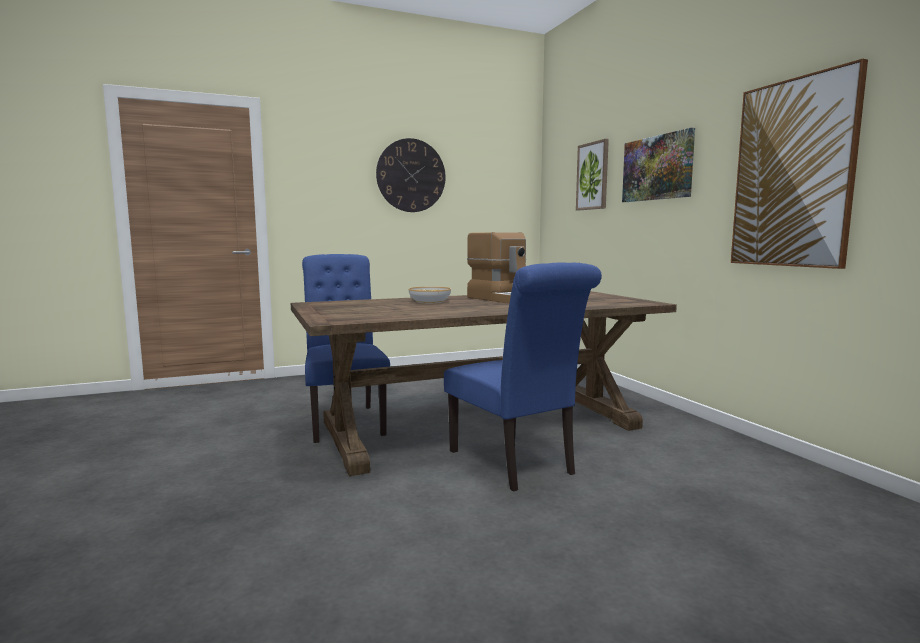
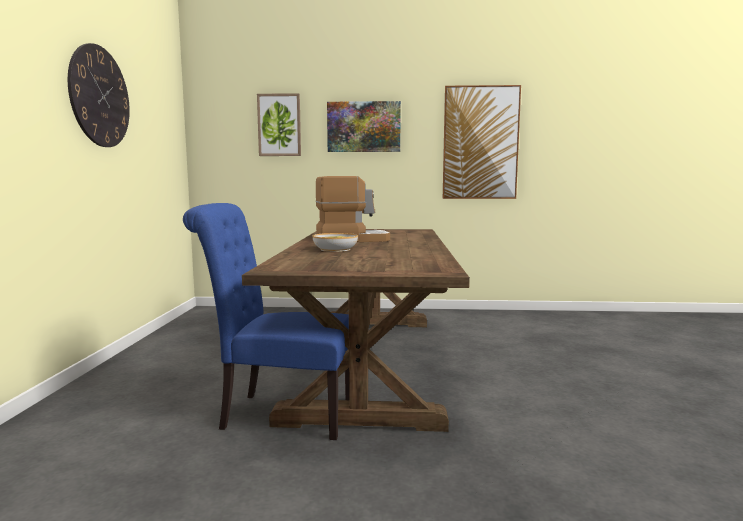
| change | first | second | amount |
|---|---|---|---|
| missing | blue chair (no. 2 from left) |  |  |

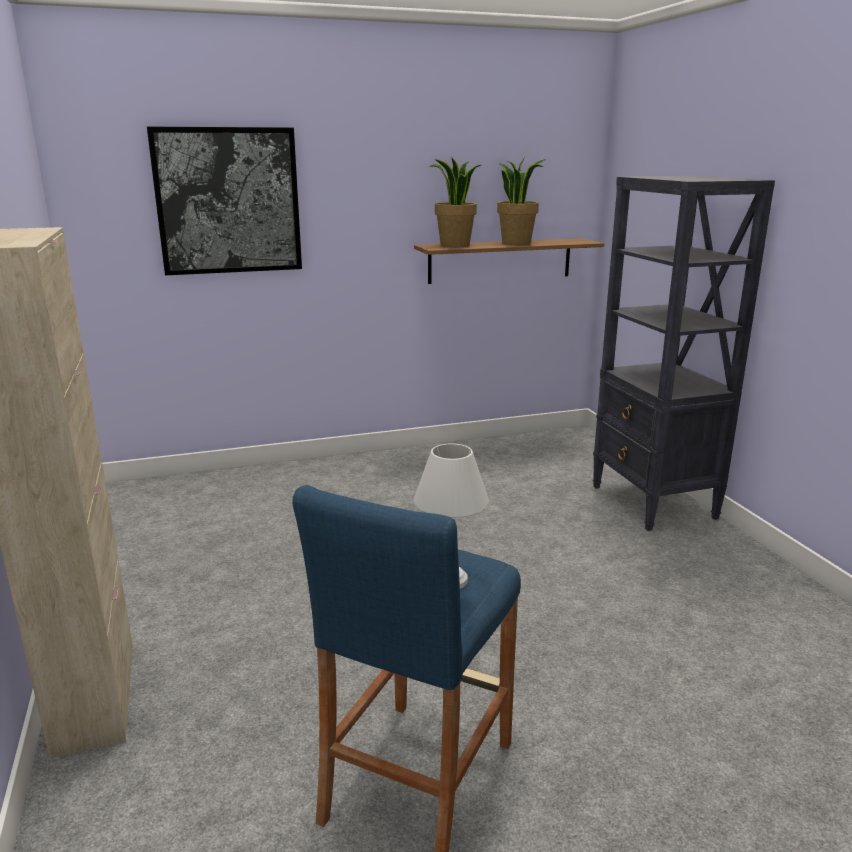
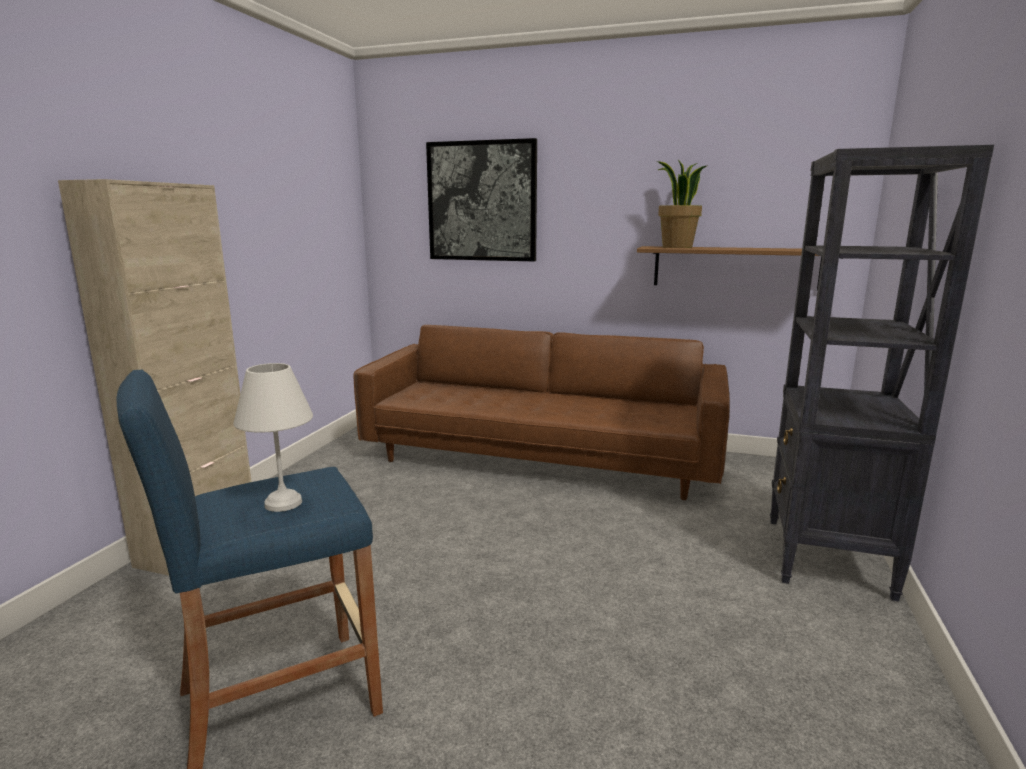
| change | first | second | amount |
|---|---|---|---|
| missing | potted plant (no. 2 from left) |  |  |
| appeared |  | brown sofa |  |

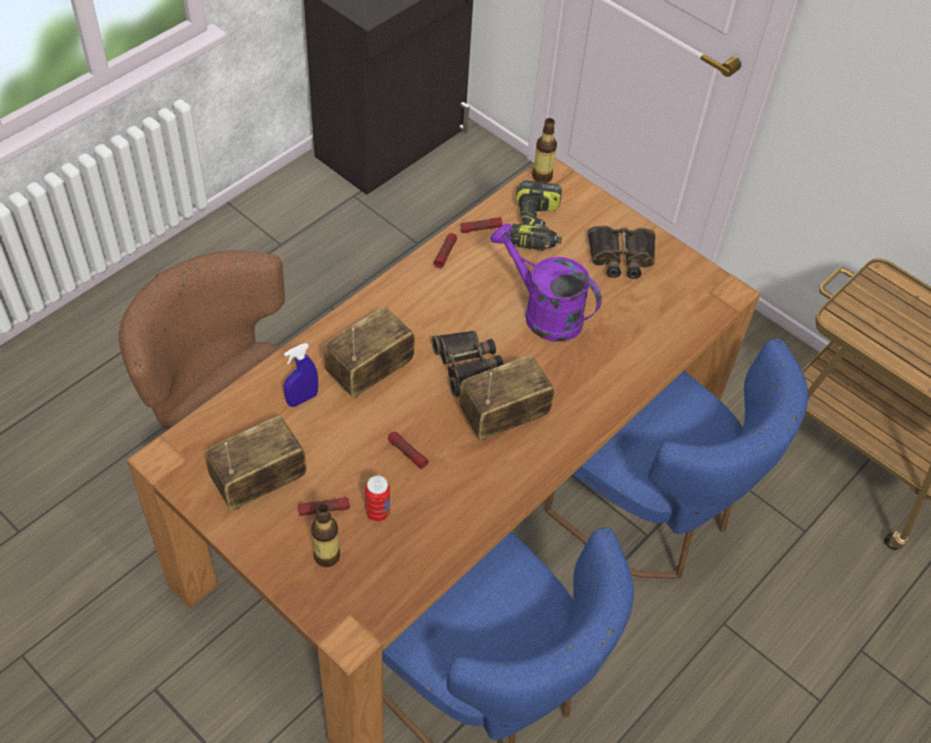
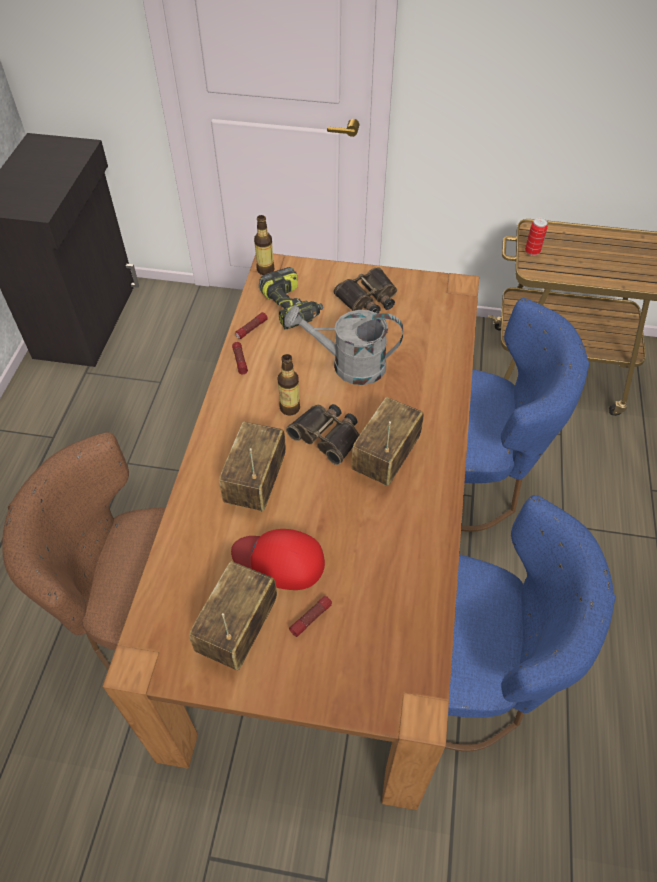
| change | first | second | amount |
|---|---|---|---|
| missing | blue spray bottle |  |  |
| missing | flashlight (no. 2 from left) |  |  |
| appeared |  | red cap |  |
| relocated | bottle (no. 1 from left in the first image) | bottle (no. 2 from left) |  |
| relocated | can |  |  |
| colour | purple watering can | grey watering can |  |

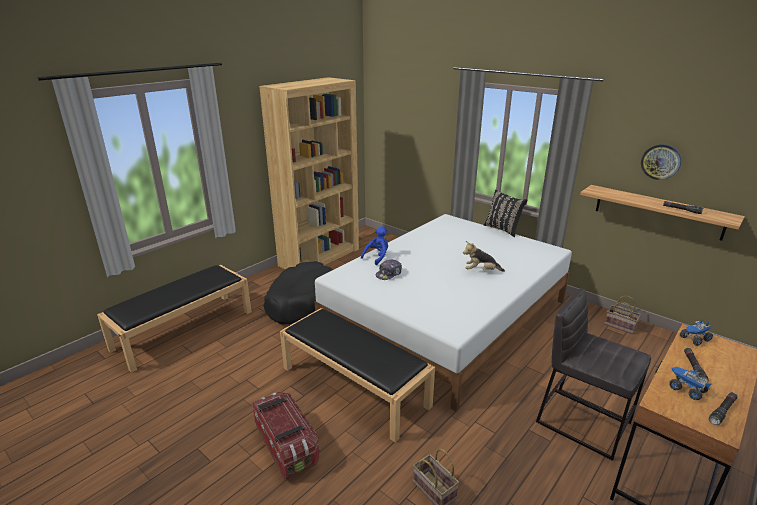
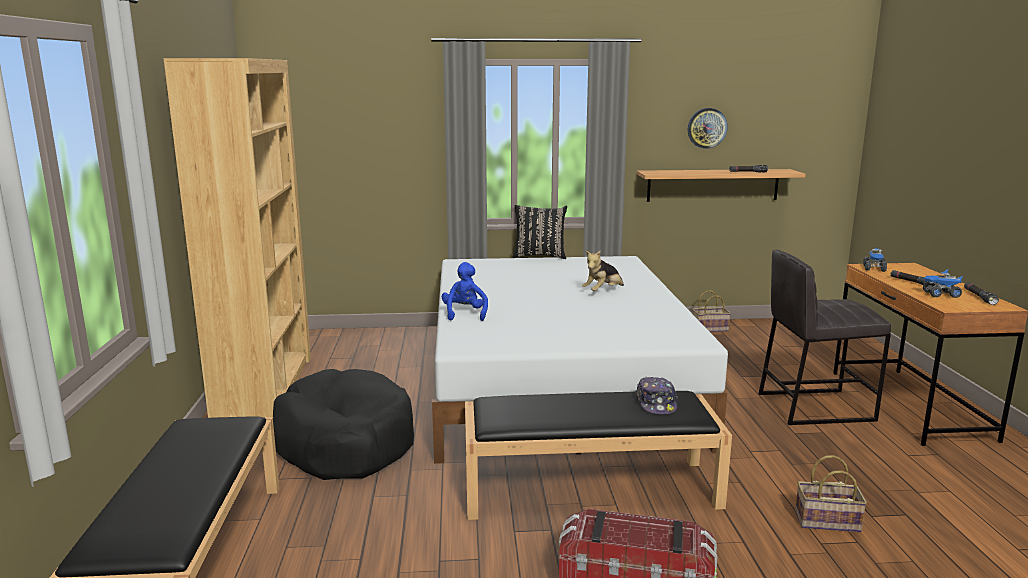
| change | first | second | amount |
|---|---|---|---|
| relocated | cap |  |  |

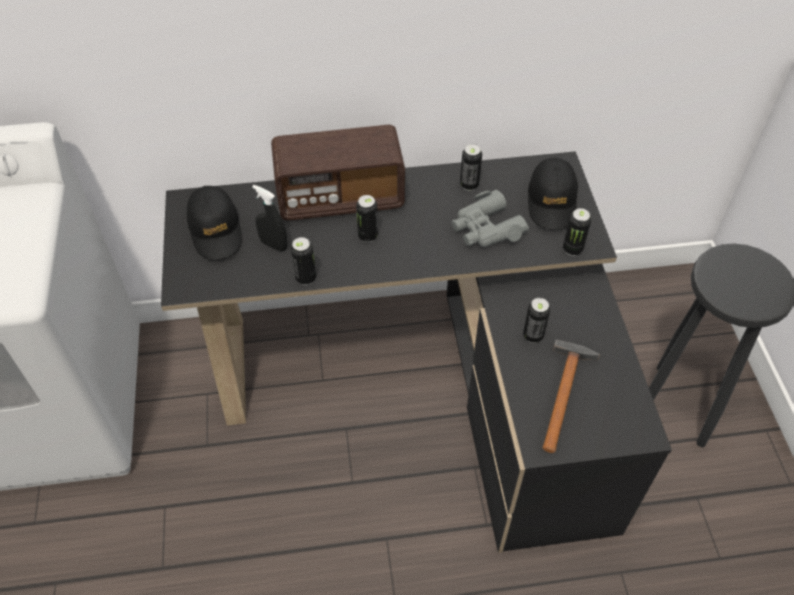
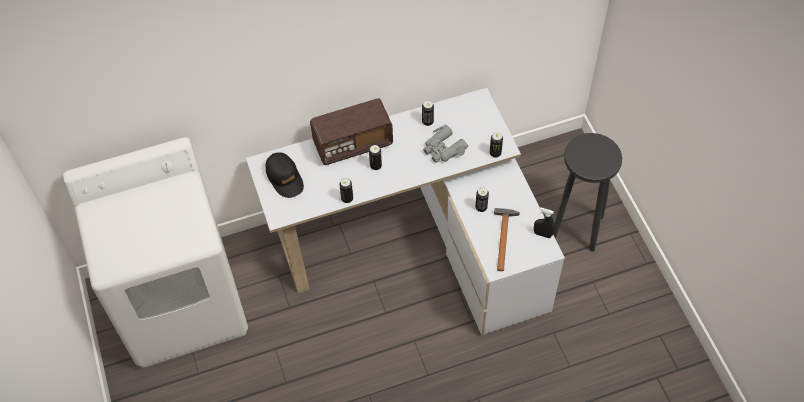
| change | first | second | amount |
|---|---|---|---|
| missing | black cap (no. 2 from left) |  |  |
| relocated | black spray bottle |  |  |
| colour | black desk | white desk |  |

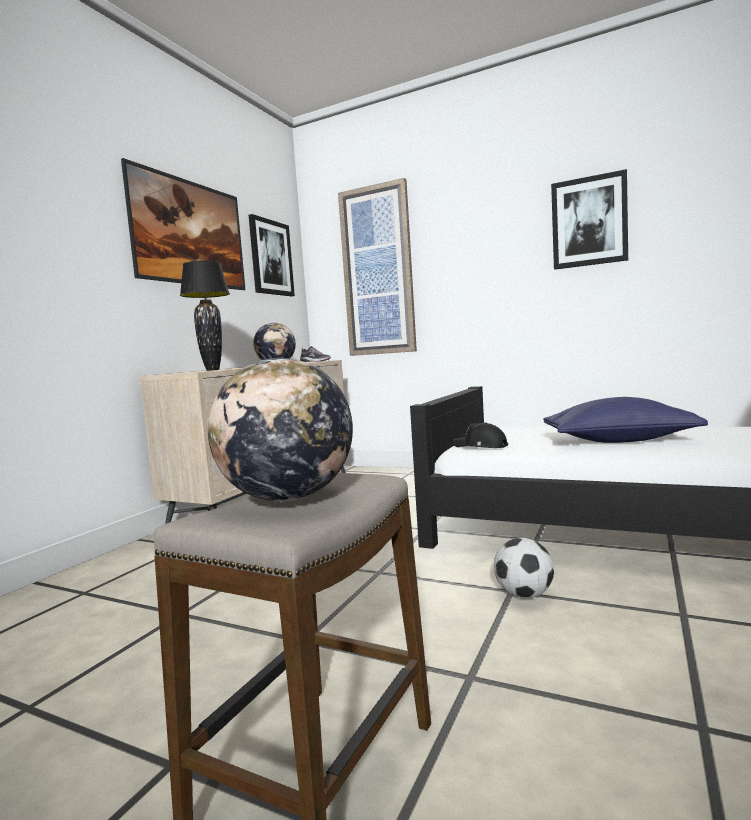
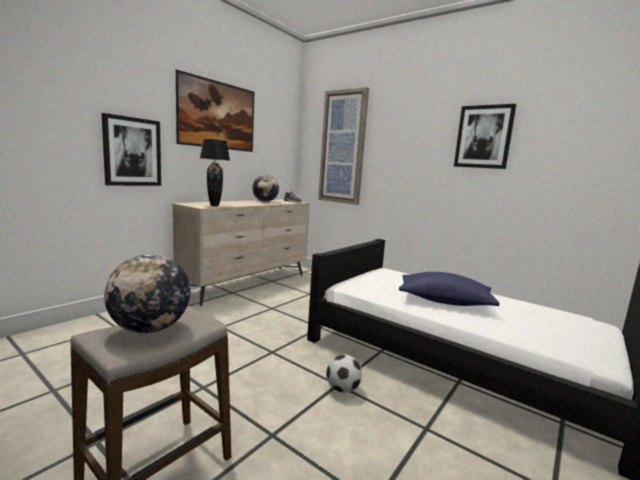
| change | first | second | amount |
|---|---|---|---|
| missing | black cap |  |  |
| relocated | picture (no. 2 from left in the first image) | picture (no. 1 from left) |  |

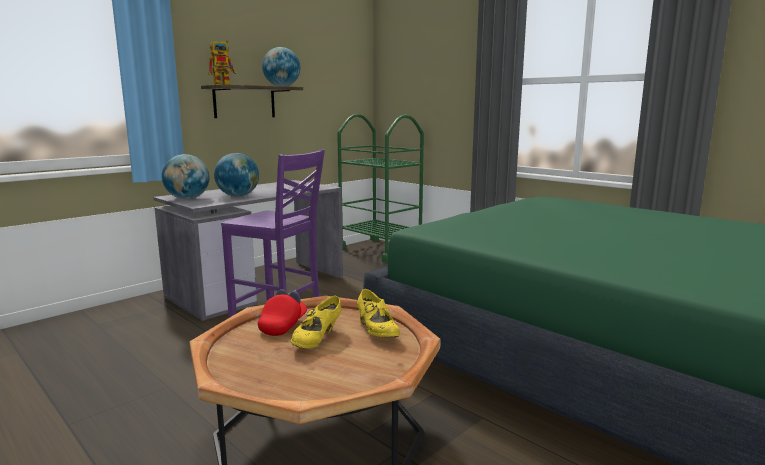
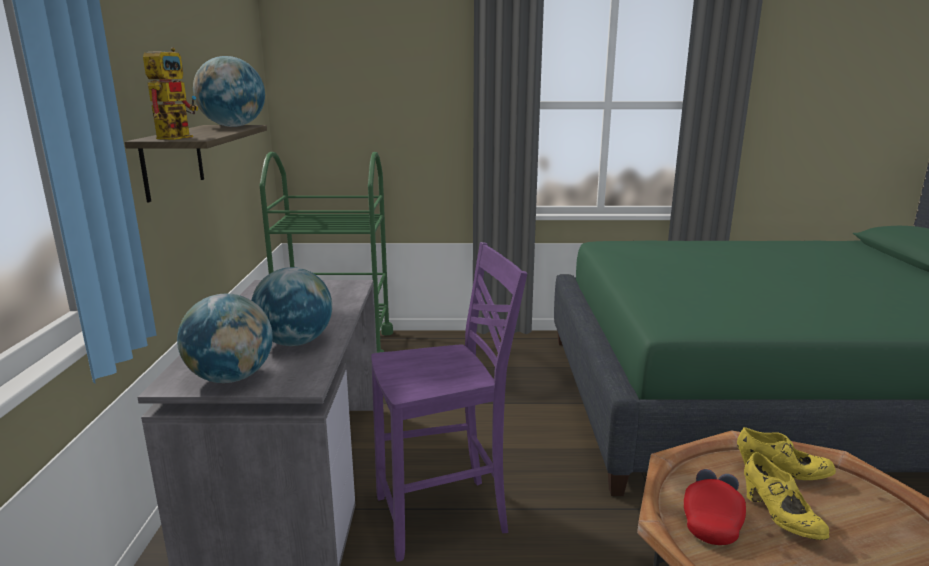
| change | first | second | amount |
|---|---|---|---|
| spun | red cap |  | 45 degrees clockwise |

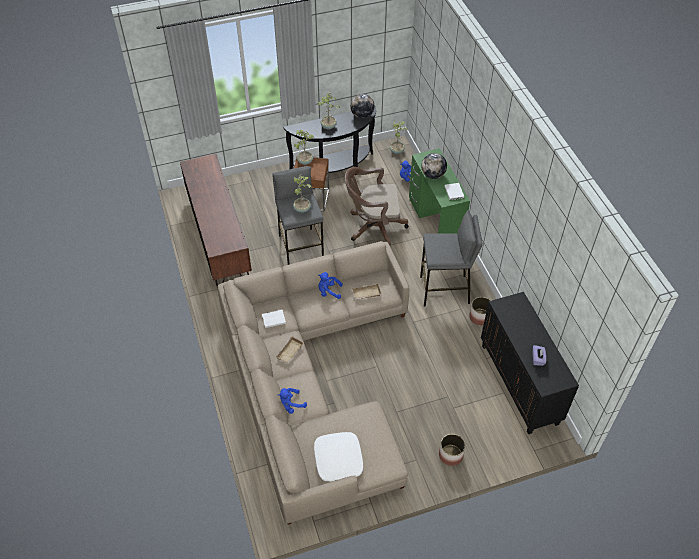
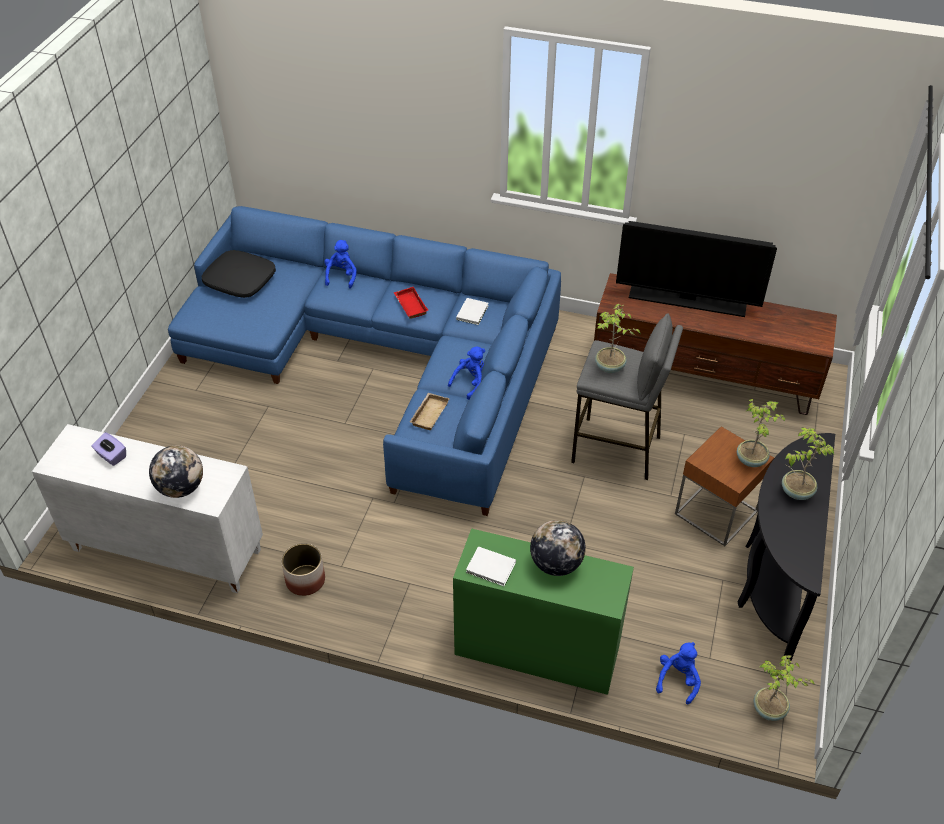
| change | first | second | amount |
|---|---|---|---|
| missing | brown office chair |  |  |
| missing | grey stool (no. 2 from left) |  |  |
| missing | planter (no. 1 from left) |  |  |
| appeared |  | television |  |
| relocated | globe (no. 1 from left) |  |  |
| colour | beige sofa | blue sofa |  |
| colour | beige tray (no. 1 from left) | red tray |  |
| colour | white pillow | black pillow |  |
| colour | black cabinet | white cabinet |  |

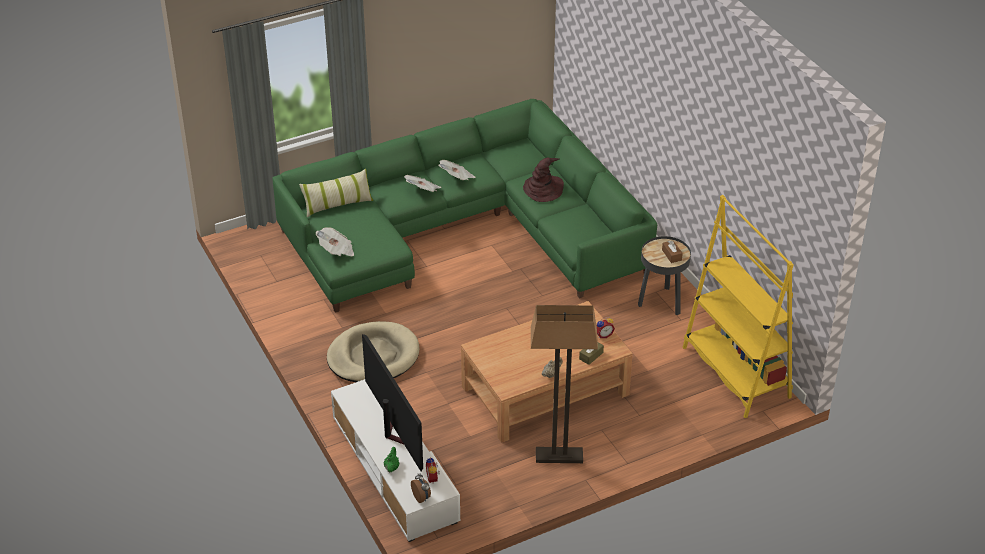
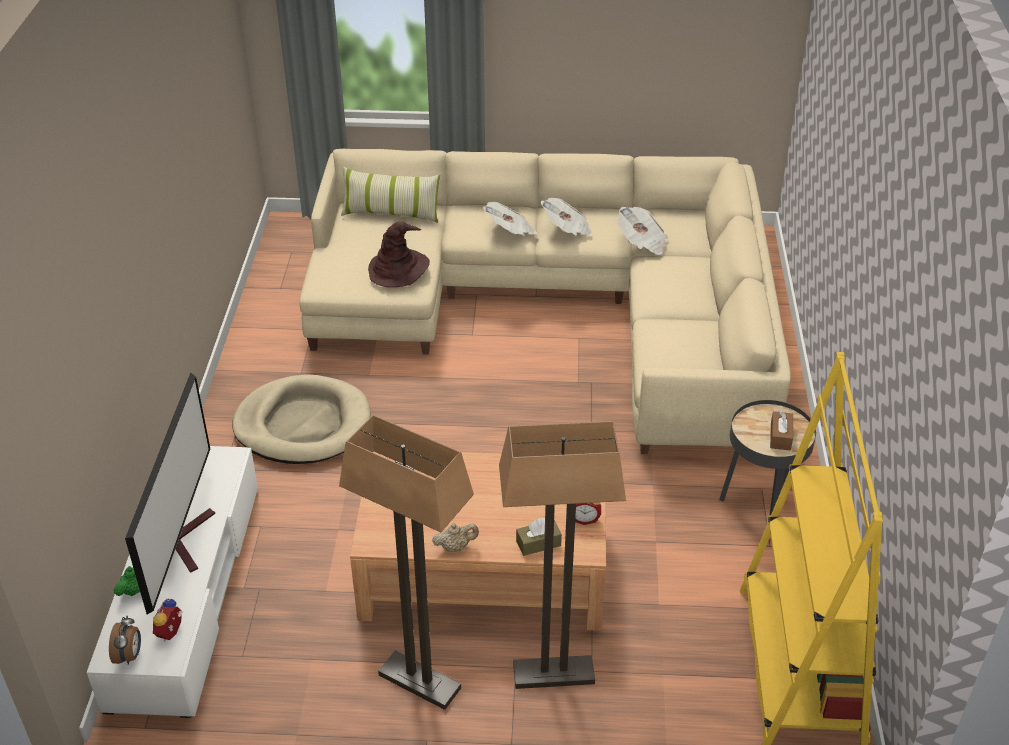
| change | first | second | amount |
|---|---|---|---|
| appeared |  | floor lamp (no. 2 from left) |  |
| relocated | newspaper (no. 1 from left in the first image) | newspaper (no. 3 from left) |  |
| relocated | brown hat |  |  |
| colour | green sofa | beige sofa |  |

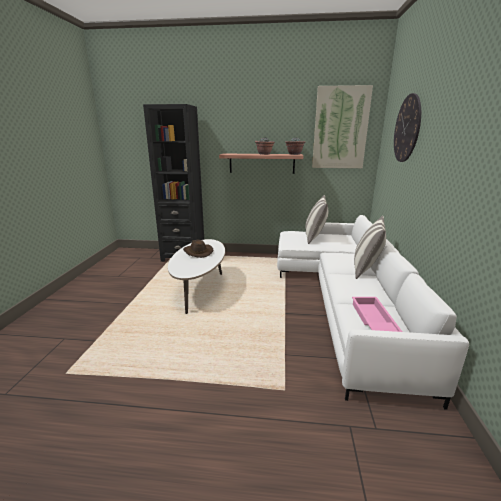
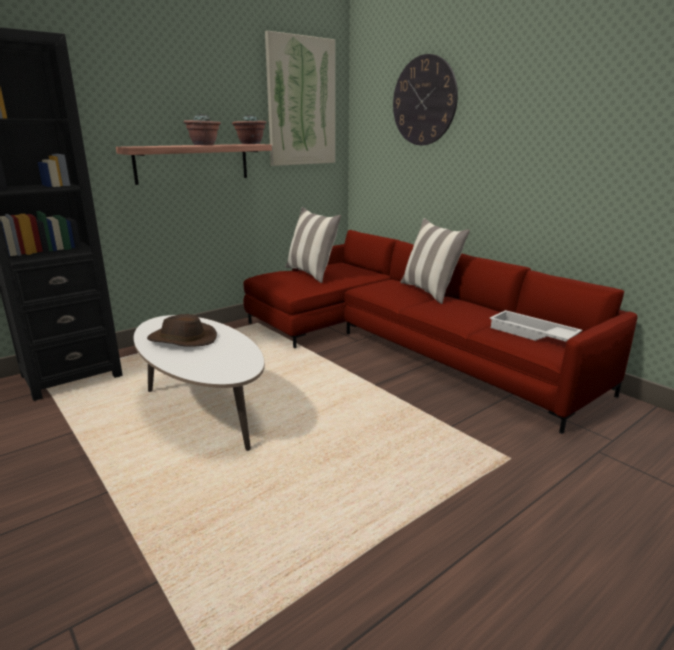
| change | first | second | amount |
|---|---|---|---|
| colour | white sofa | red sofa |  |
| colour | pink tray | white tray |  |

